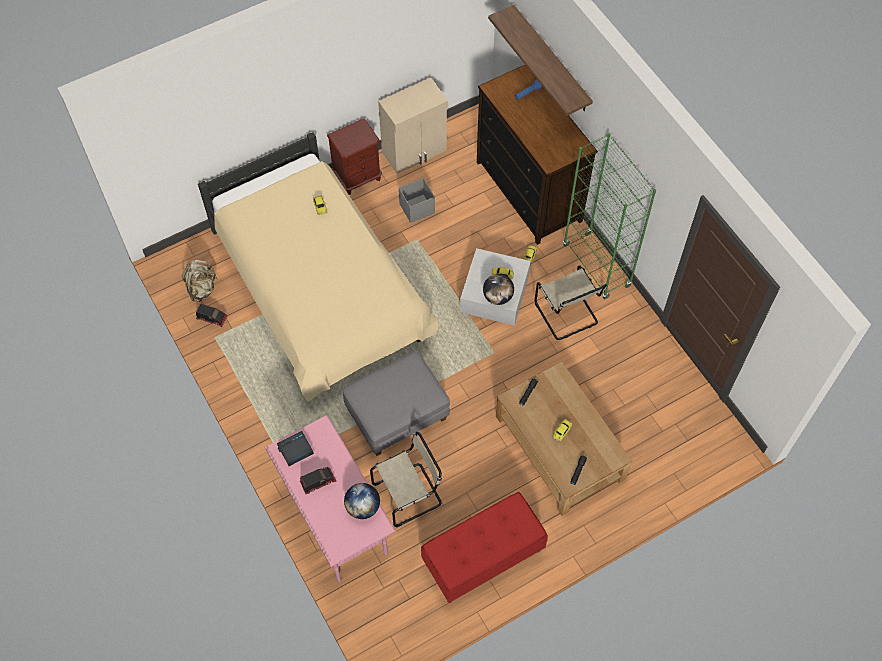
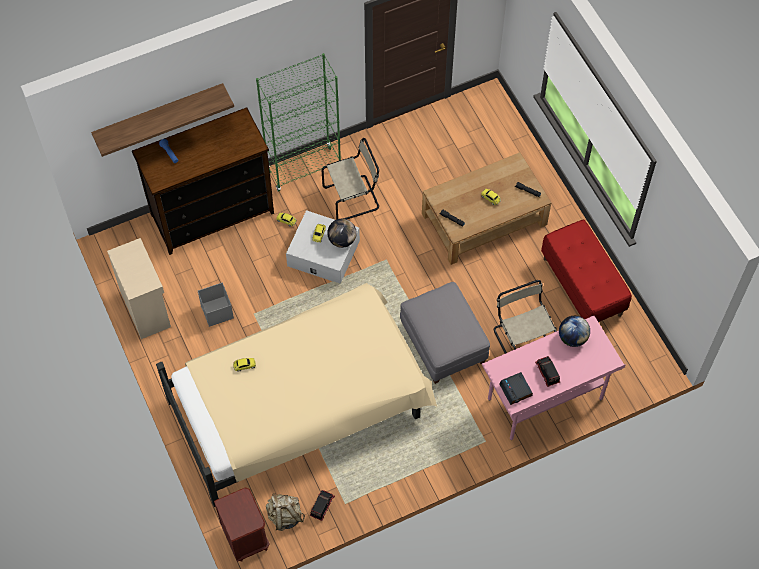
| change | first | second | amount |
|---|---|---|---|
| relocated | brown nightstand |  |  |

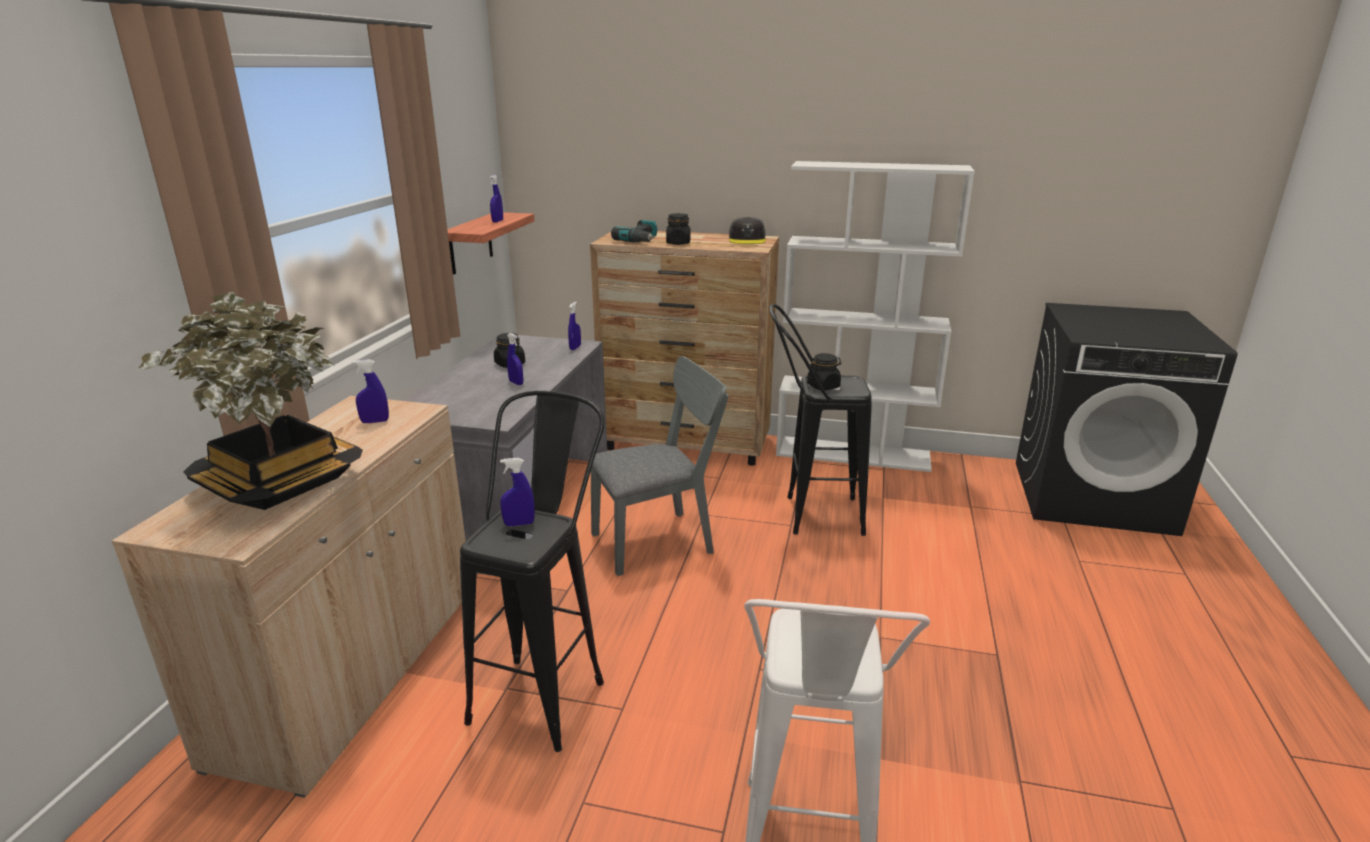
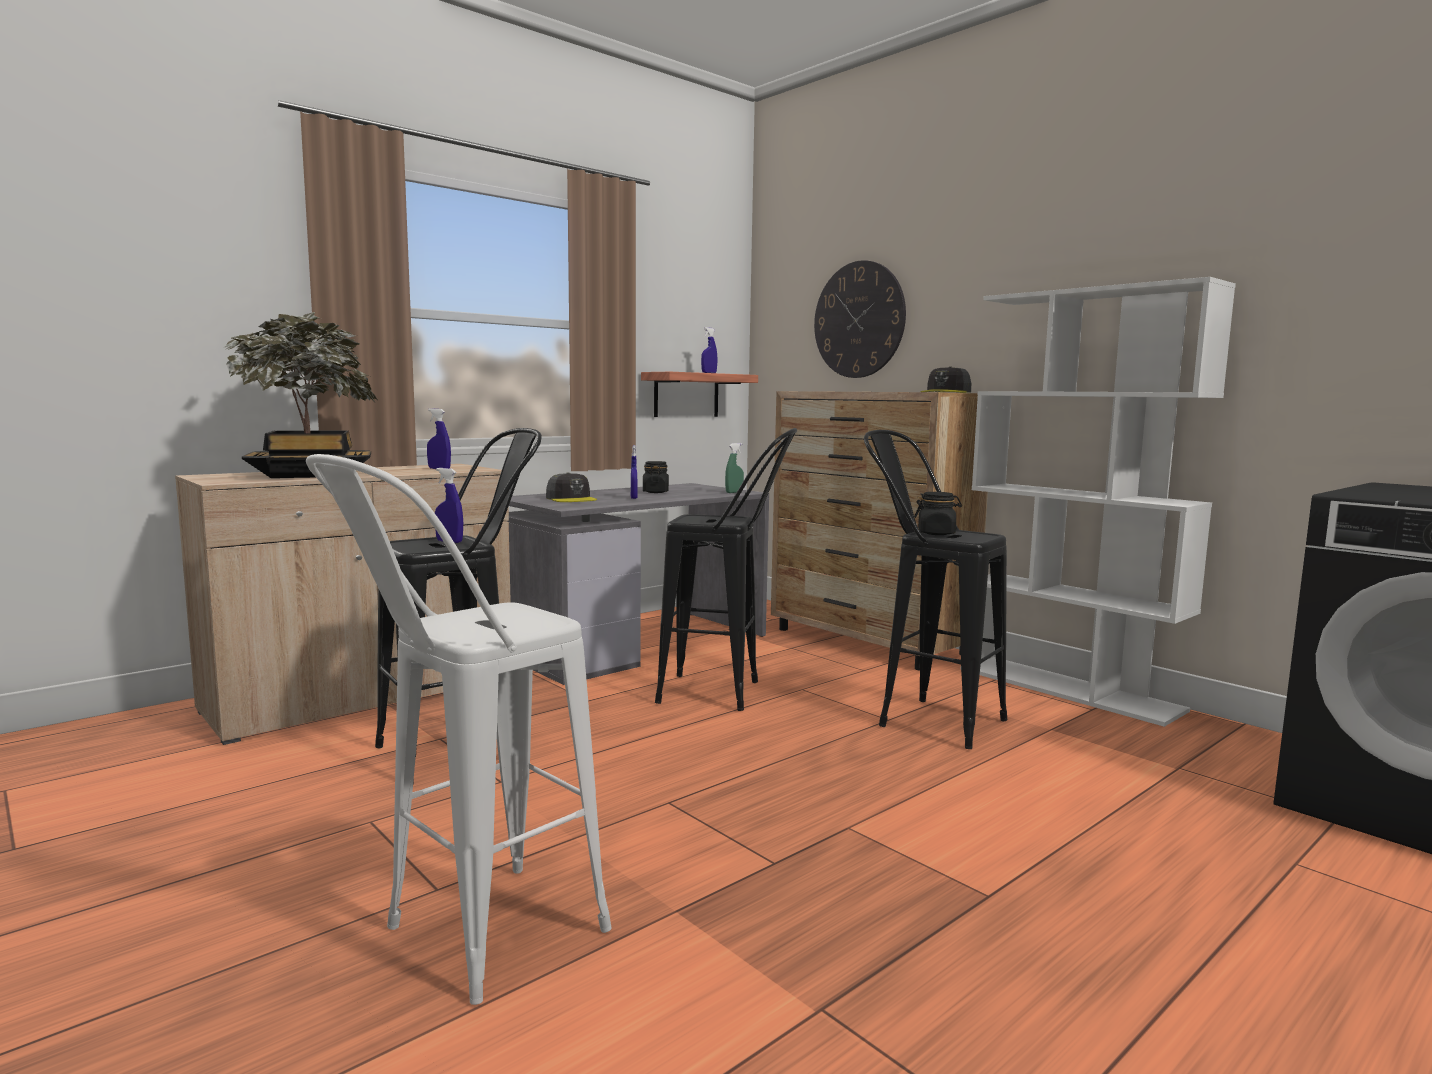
| change | first | second | amount |
|---|---|---|---|
| missing | power drill |  |  |
| missing | black jar (no. 2 from left) |  |  |
| appeared |  | grey cap (no. 1 from left) |  |
| appeared |  | wall clock |  |
| exchanged | grey chair | black stool (no. 2 from left) |  |
| colour | blue spray bottle (no. 5 from left) | green spray bottle |  |

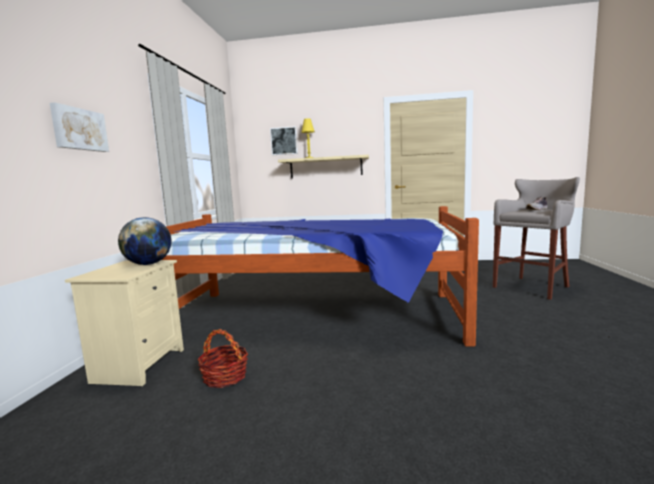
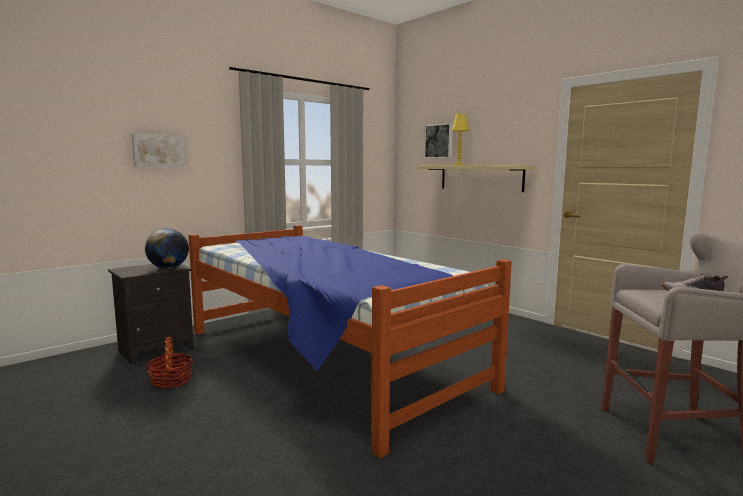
| change | first | second | amount |
|---|---|---|---|
| colour | beige nightstand | black nightstand |  |

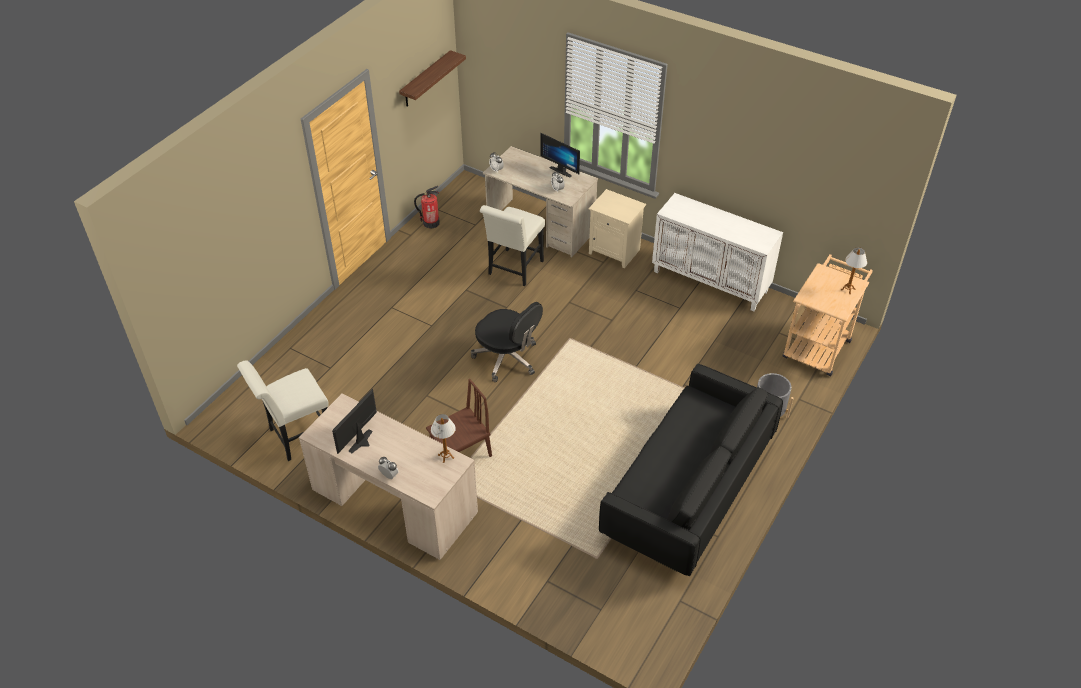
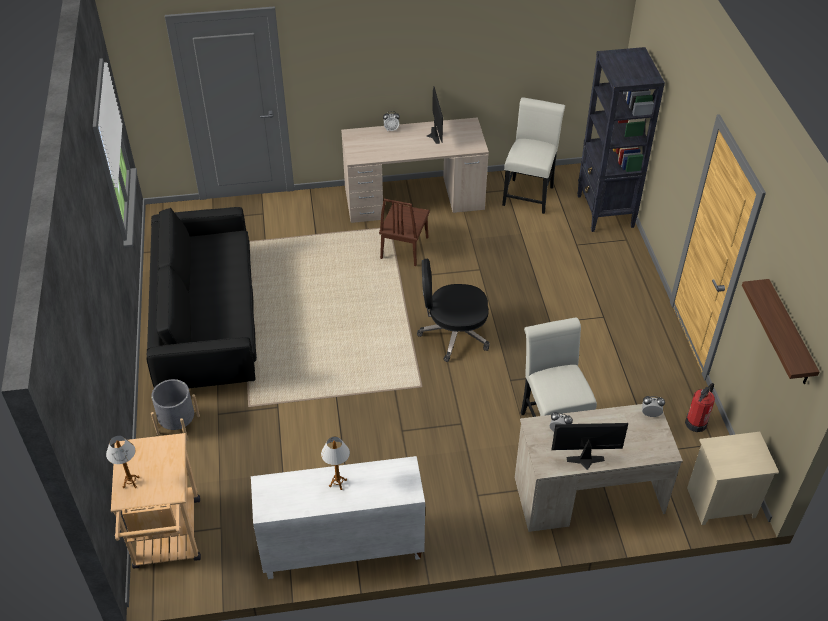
| change | first | second | amount |
|---|---|---|---|
| appeared |  | black bookcase |  |
| relocated | table lamp (no. 1 from left in the first image) | table lamp (no. 2 from left) |  |
| relocated | beige nightstand |  |  |

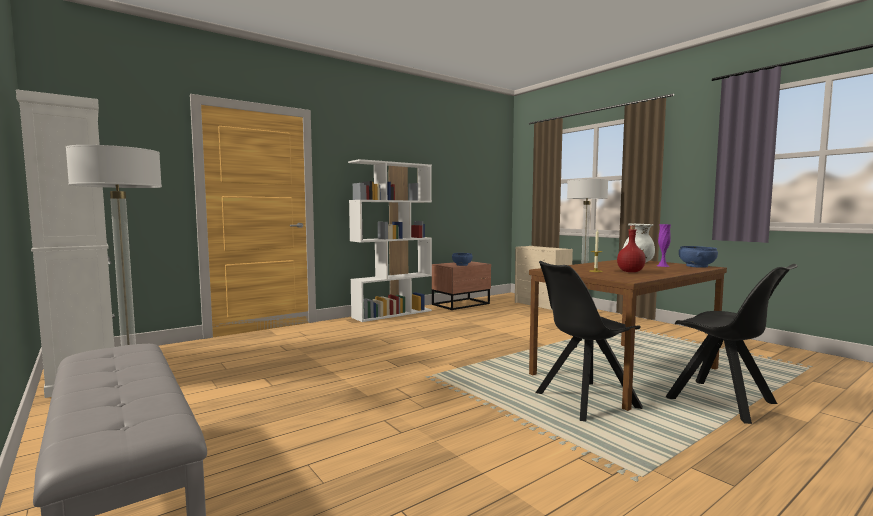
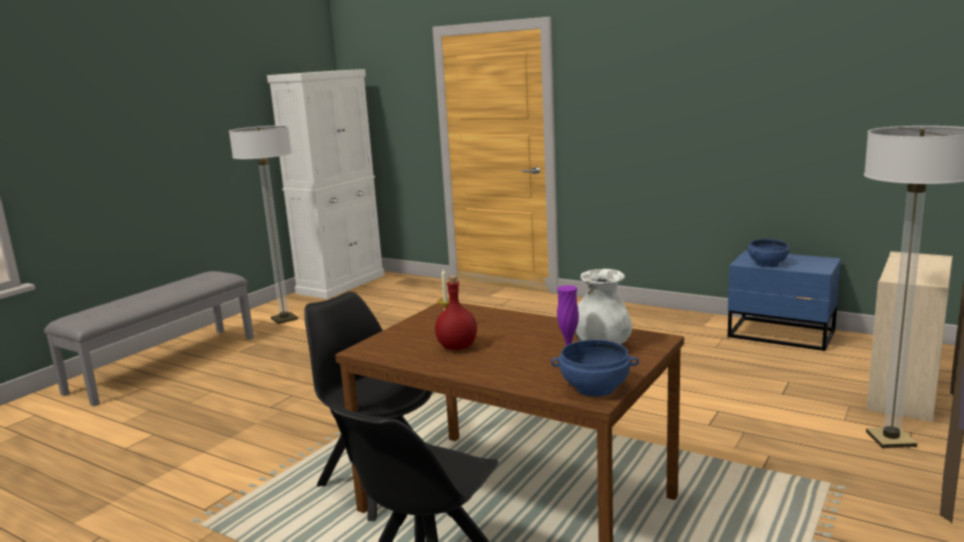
| change | first | second | amount |
|---|---|---|---|
| missing | white bookcase |  |  |
| colour | brown nightstand | blue nightstand |  |

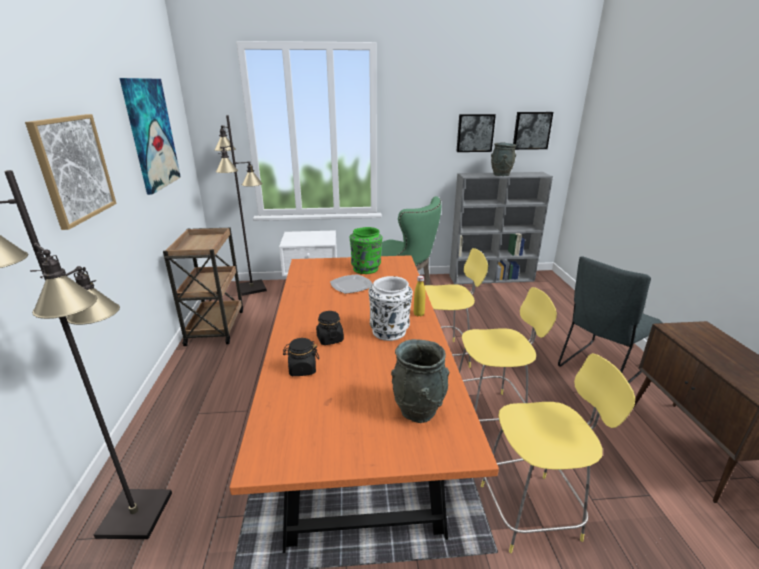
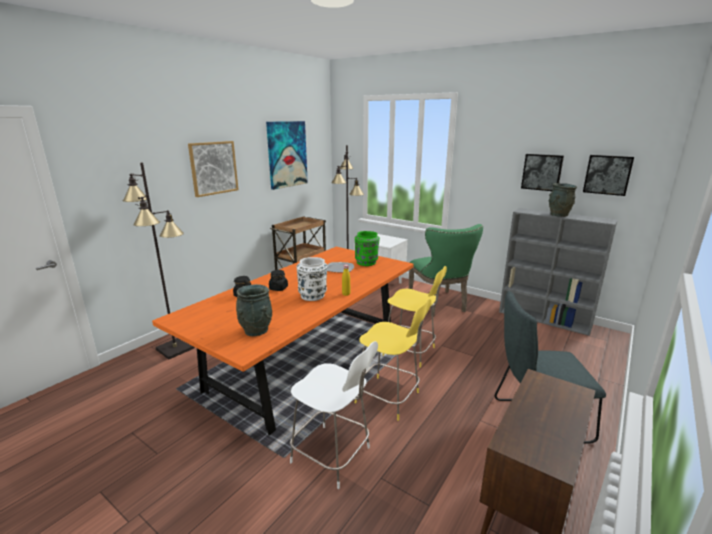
| change | first | second | amount |
|---|---|---|---|
| colour | yellow stool (no. 3 from left) | white stool |  |

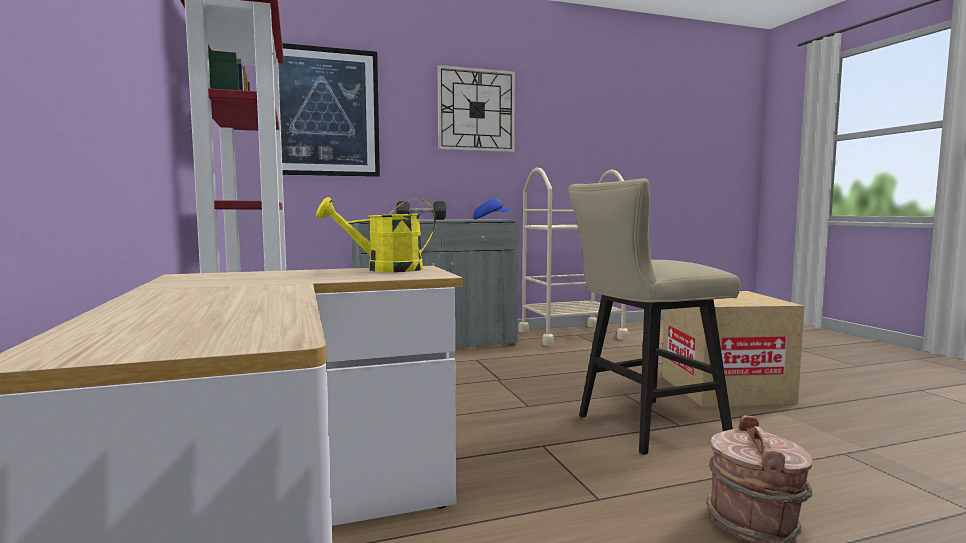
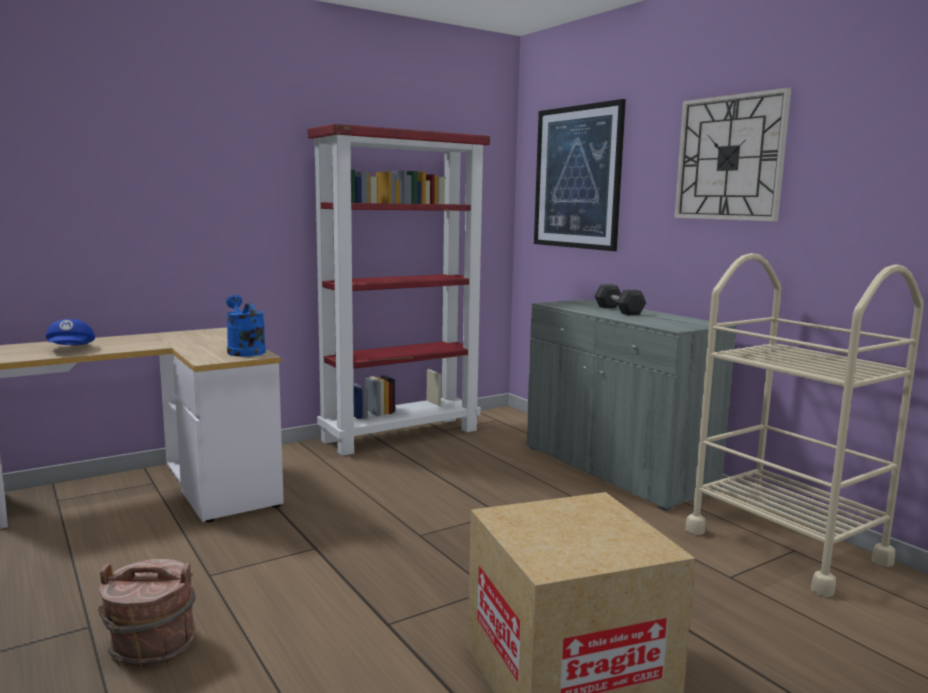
| change | first | second | amount |
|---|---|---|---|
| missing | beige stool |  |  |
| relocated | blue cap |  |  |
| colour | yellow watering can | blue watering can |  |

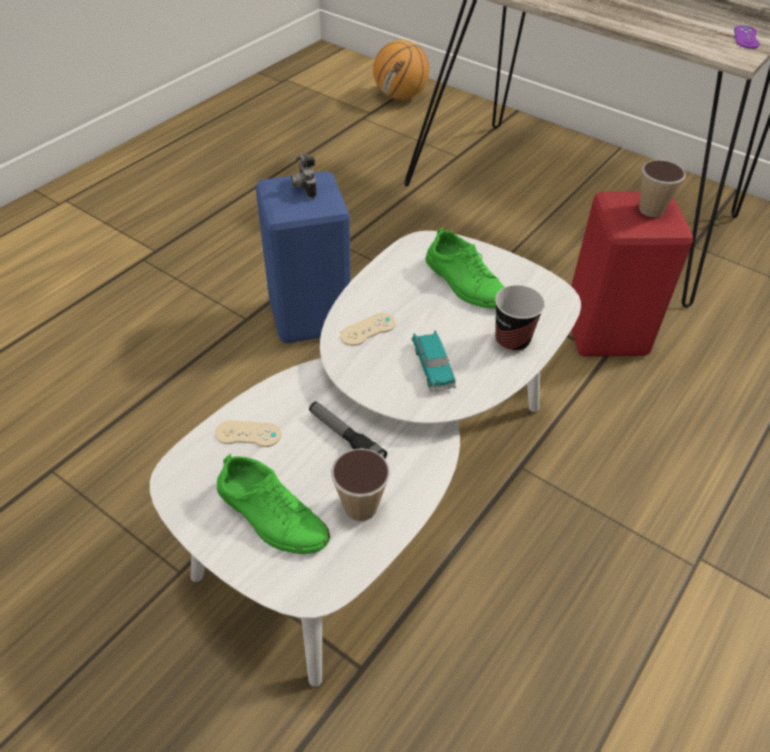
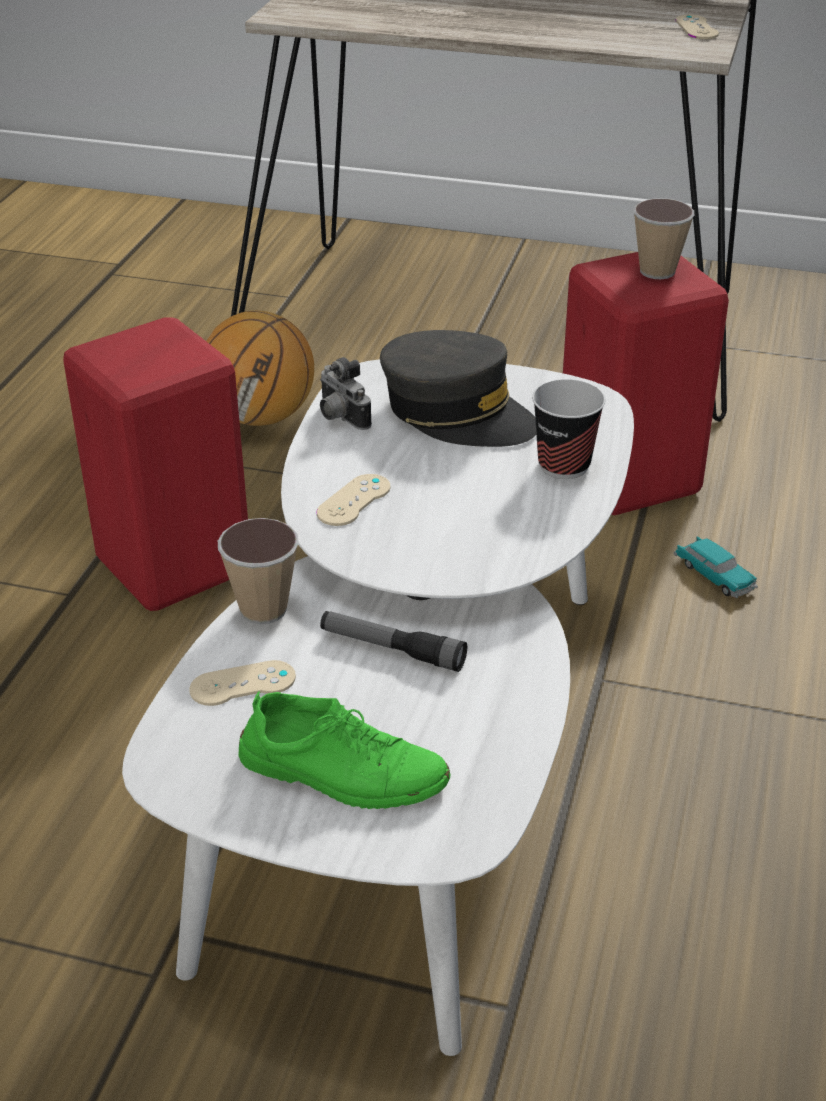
| change | first | second | amount |
|---|---|---|---|
| relocated | photo camera |  |  |
| relocated | cup (no. 1 from left) |  |  |
| relocated | basketball |  |  |
| relocated | toy car |  |  |
| exchanged | green shoe (no. 2 from left) | grey cap |  |
| colour | blue stool | red stool (no. 1 from left) |  |
| colour | purple game controller | beige game controller (no. 3 from left) |  |

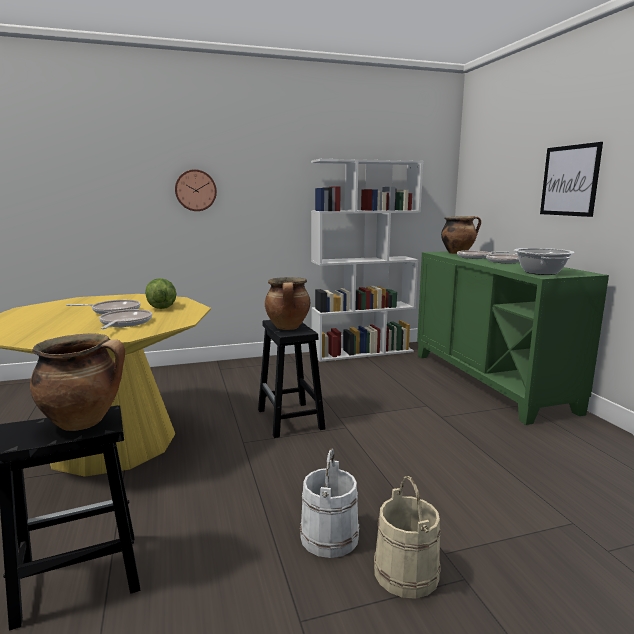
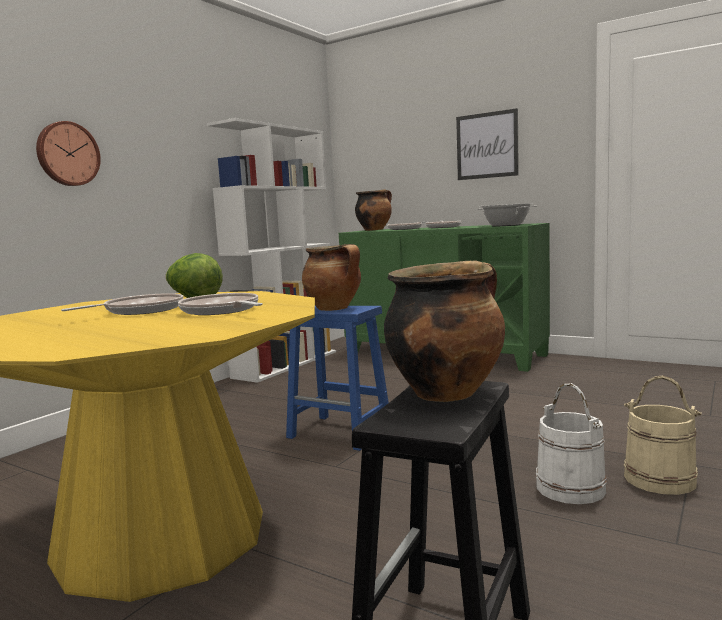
| change | first | second | amount |
|---|---|---|---|
| colour | black stool (no. 2 from left) | blue stool |  |

